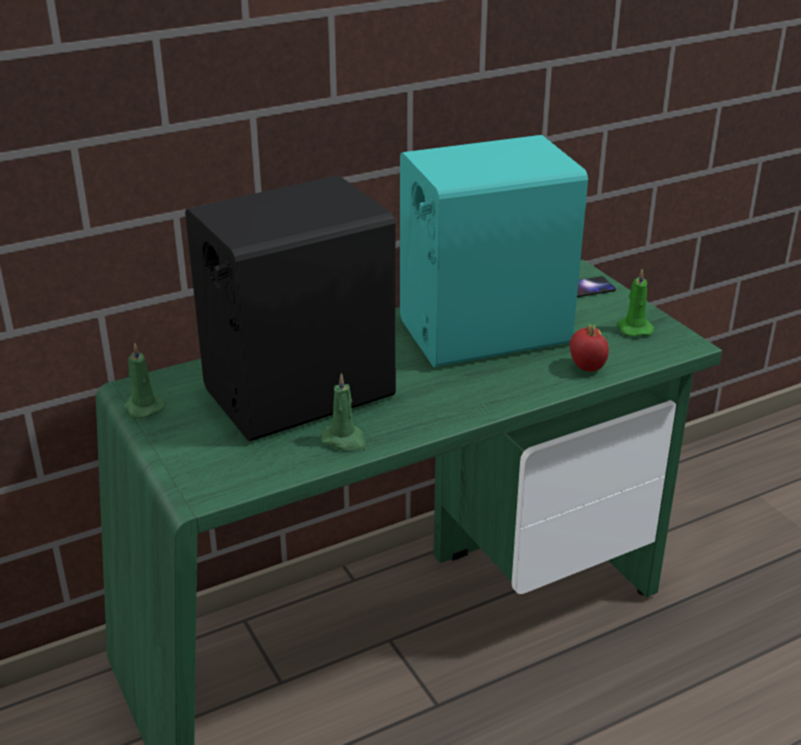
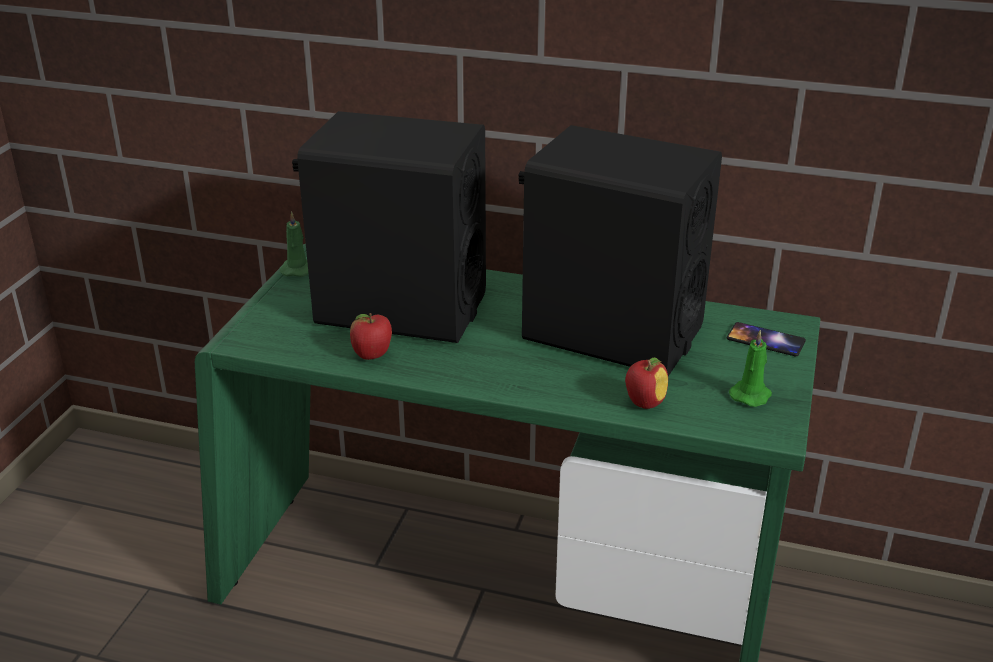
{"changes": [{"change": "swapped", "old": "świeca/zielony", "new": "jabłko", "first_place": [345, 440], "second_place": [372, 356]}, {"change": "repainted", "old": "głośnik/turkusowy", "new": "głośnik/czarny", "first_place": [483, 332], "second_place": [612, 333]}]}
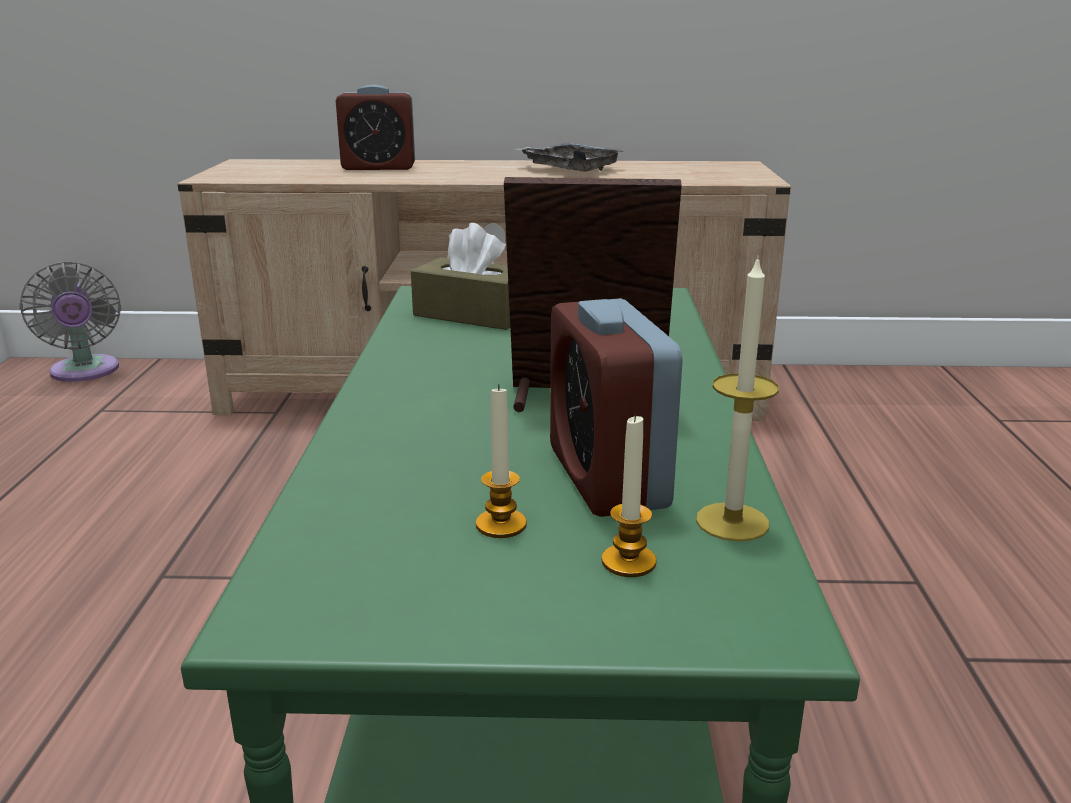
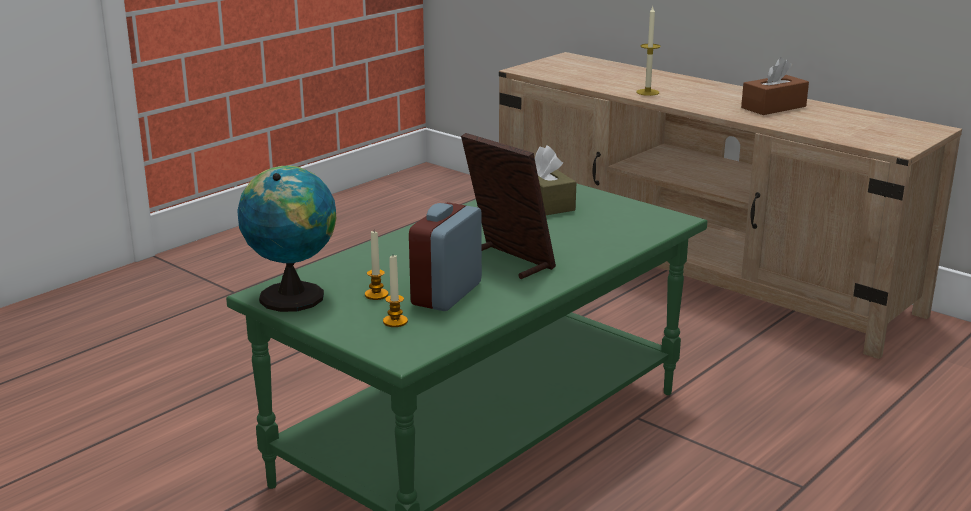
{"changes": [{"change": "new", "new": "globus", "second_place": [293, 295]}, {"change": "shifted", "old": "świeca", "first_place": [732, 522], "second_place": [647, 92]}, {"change": "swapped", "old": "taca/szary", "new": "pudełko chusteczek/brązowy", "first_place": [570, 169], "second_place": [773, 107]}, {"change": "gone", "old": "wentylator/szary", "first_place": [85, 372]}, {"change": "gone", "old": "budzik", "first_place": [378, 167]}]}
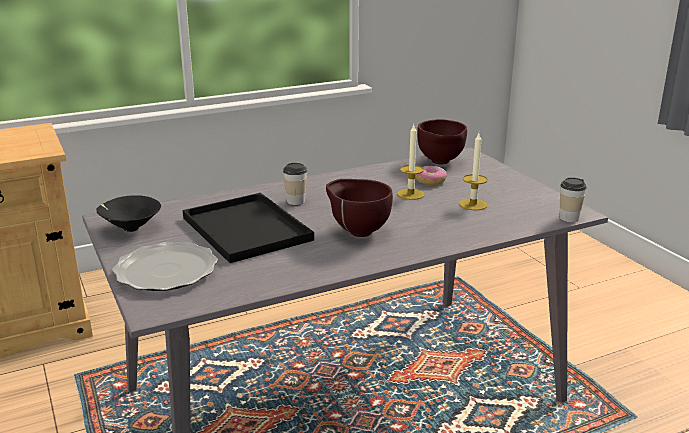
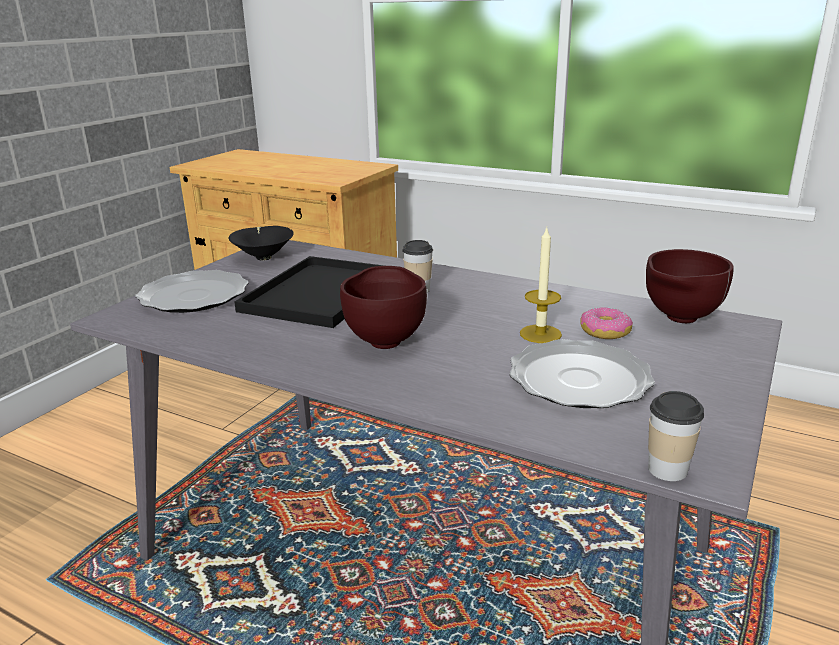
{"changes": [{"change": "swapped", "old": "świeca", "new": "talerz", "first_place": [473, 204], "second_place": [579, 380]}]}
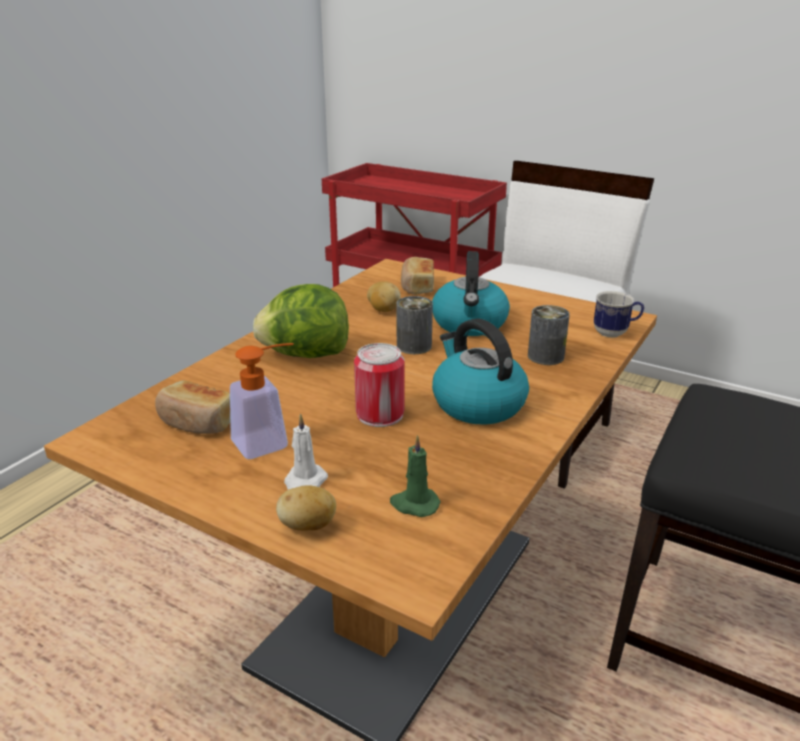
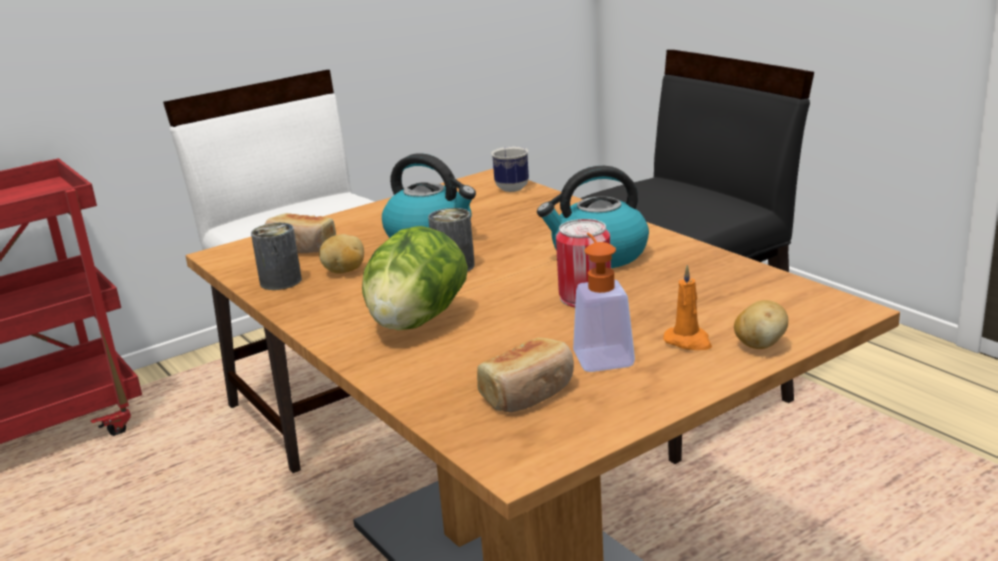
{"changes": [{"change": "shifted", "old": "puszka", "first_place": [545, 356], "second_place": [281, 281]}, {"change": "repainted", "old": "świeca/biały", "new": "świeca/pomarańczowy", "first_place": [304, 482], "second_place": [688, 341]}, {"change": "gone", "old": "świeca/zielony", "first_place": [414, 504]}]}
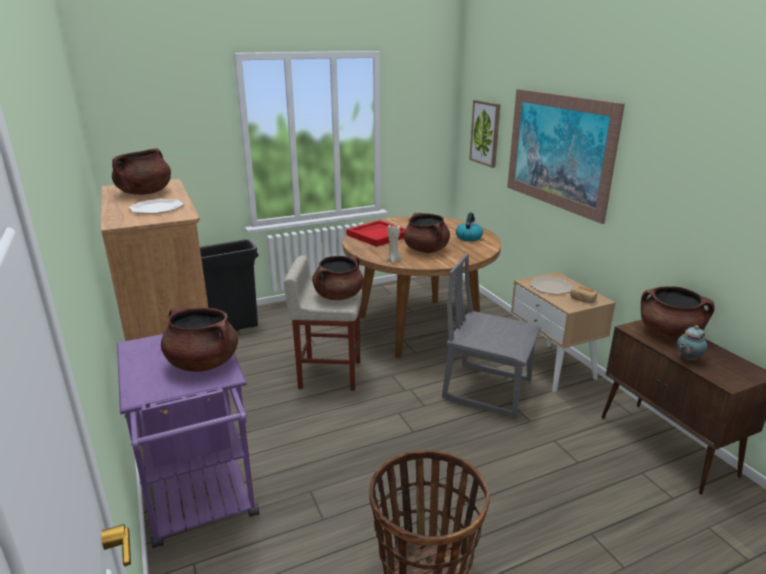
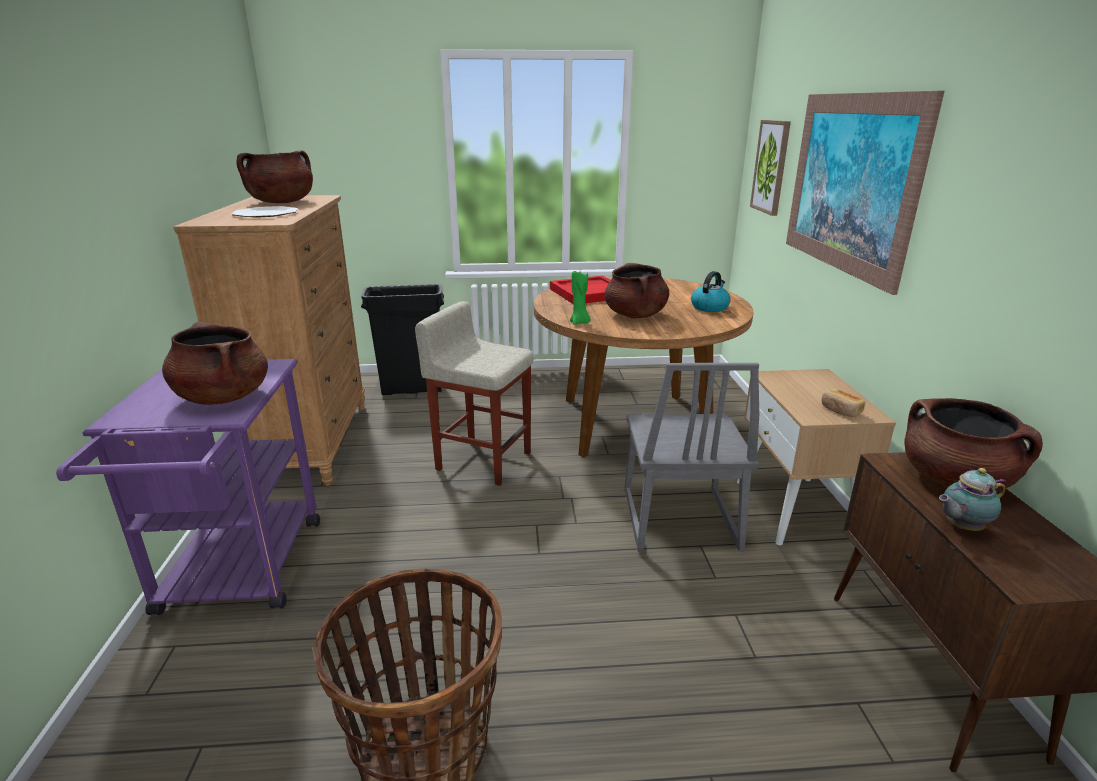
{"changes": [{"change": "repainted", "old": "świeca/beżowy", "new": "świeca/zielony", "first_place": [394, 261], "second_place": [579, 323]}, {"change": "rotated", "old": "krzesło/szary", "first_place": [487, 389], "second_place": [678, 520], "degrees": -135}, {"change": "gone", "old": "garnek/brązowy", "first_place": [338, 296]}, {"change": "gone", "old": "talerz", "first_place": [551, 287]}]}
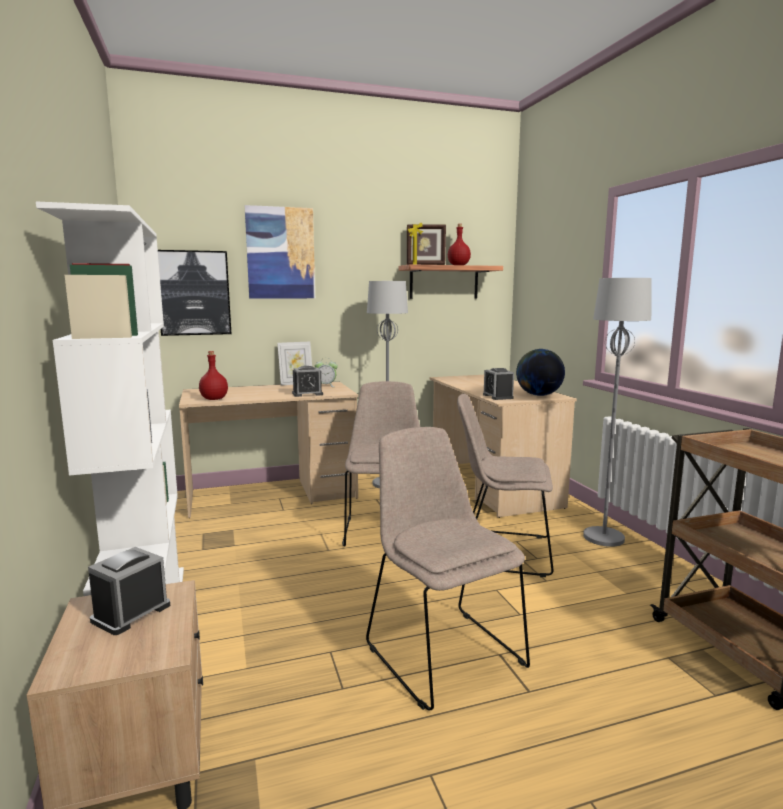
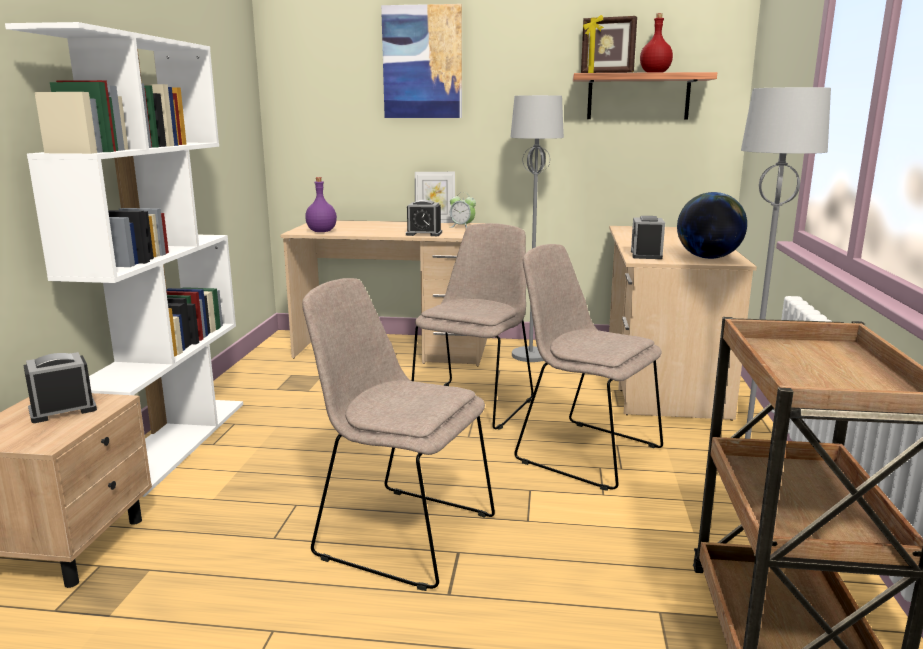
{"changes": [{"change": "rotated", "old": "krzesło/beżowy", "first_place": [442, 652], "second_place": [400, 533], "degrees": -60}, {"change": "repainted", "old": "butelka/czerwony", "new": "butelka/fioletowy", "first_place": [213, 399], "second_place": [321, 231]}, {"change": "gone", "old": "obraz", "first_place": [194, 293]}]}
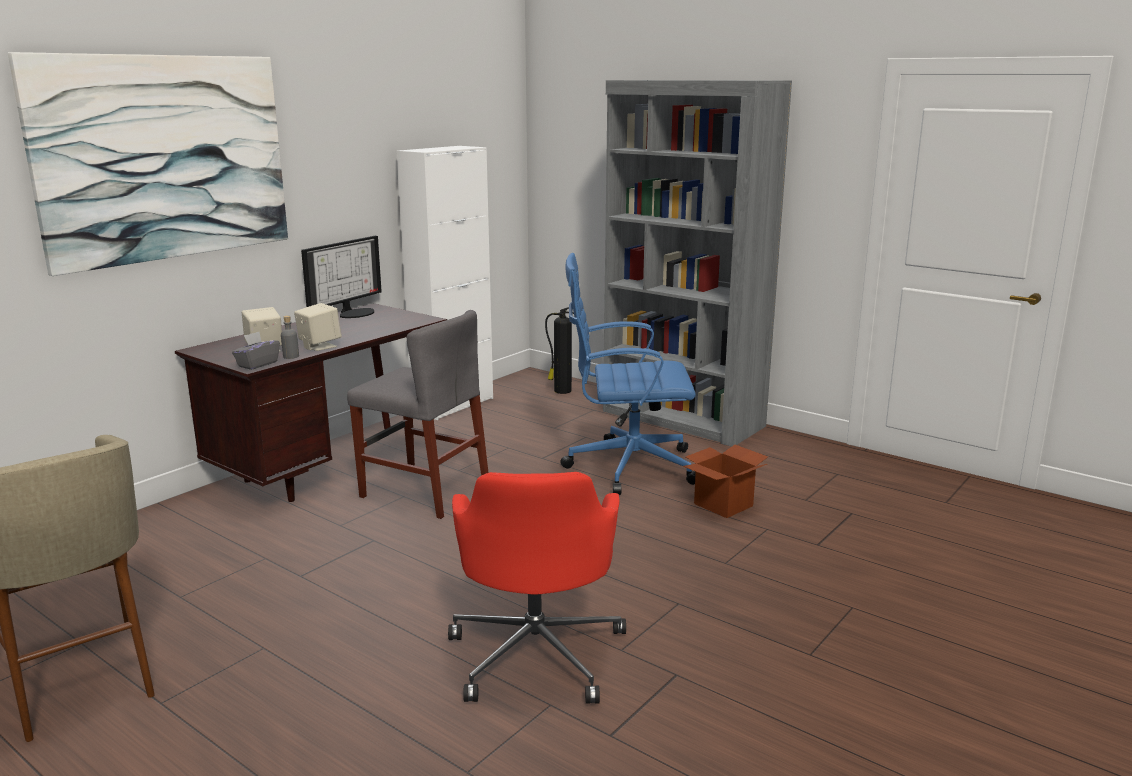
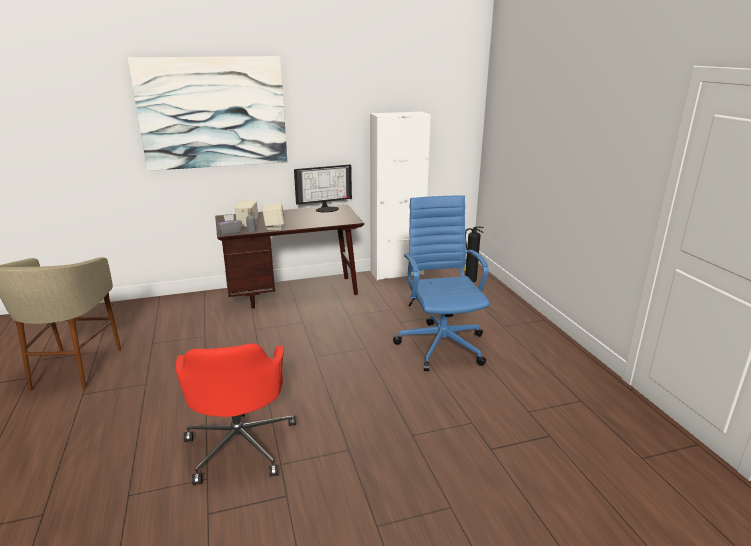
{"changes": [{"change": "rotated", "old": "krzesło biurowe/czerwony", "first_place": [537, 652], "second_place": [241, 444], "degrees": -45}, {"change": "rotated", "old": "krzesło biurowe/niebieski", "first_place": [627, 466], "second_place": [441, 344], "degrees": 45}, {"change": "gone", "old": "krzesło/szary", "first_place": [424, 491]}, {"change": "gone", "old": "regał/szary", "first_place": [682, 419]}, {"change": "gone", "old": "karton", "first_place": [723, 505]}]}
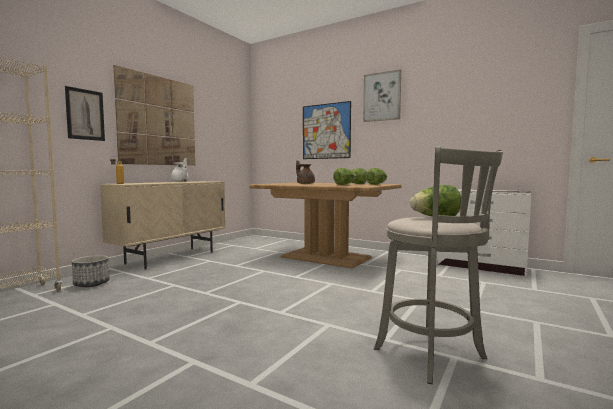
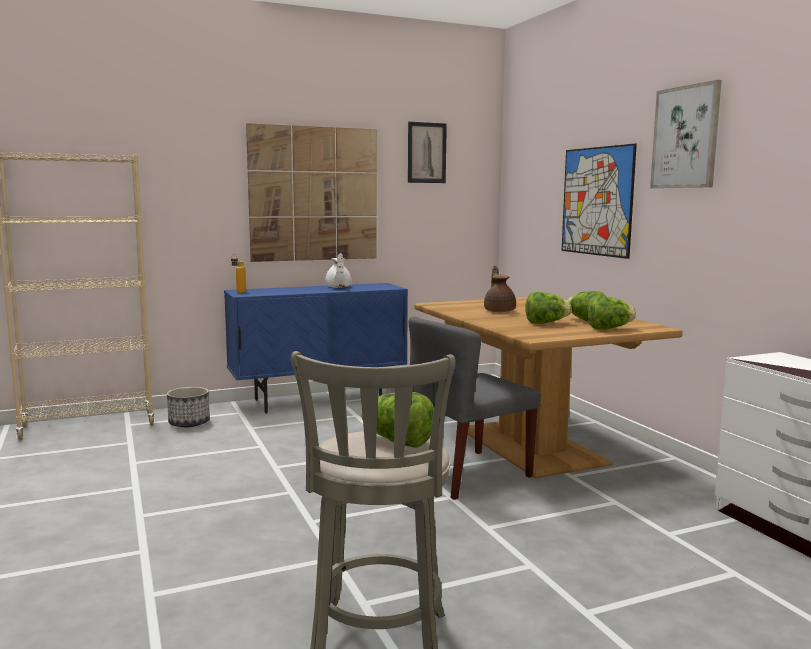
{"changes": [{"change": "repainted", "old": "szafka/beżowy", "new": "szafka/niebieski", "first_place": [171, 258], "second_place": [319, 400]}, {"change": "shifted", "old": "obraz", "first_place": [85, 114], "second_place": [426, 153]}, {"change": "new", "new": "krzesło/szary", "second_place": [466, 474]}]}
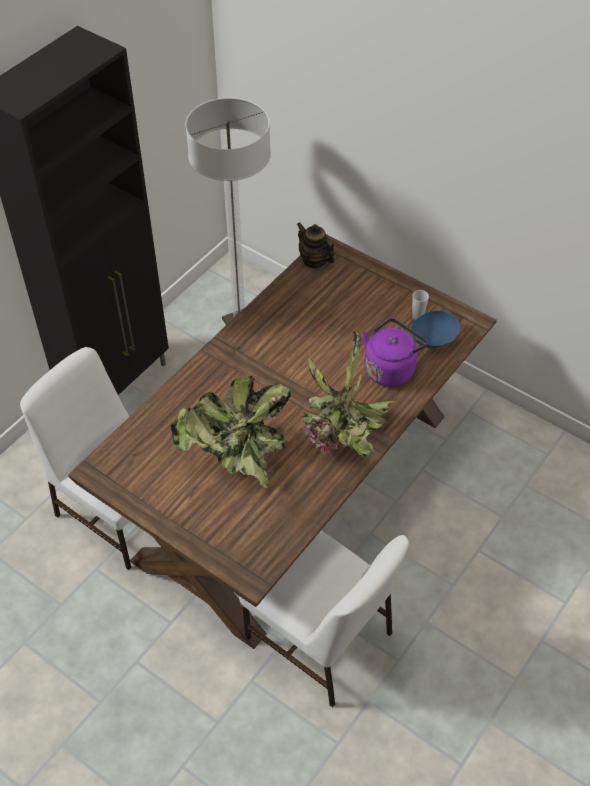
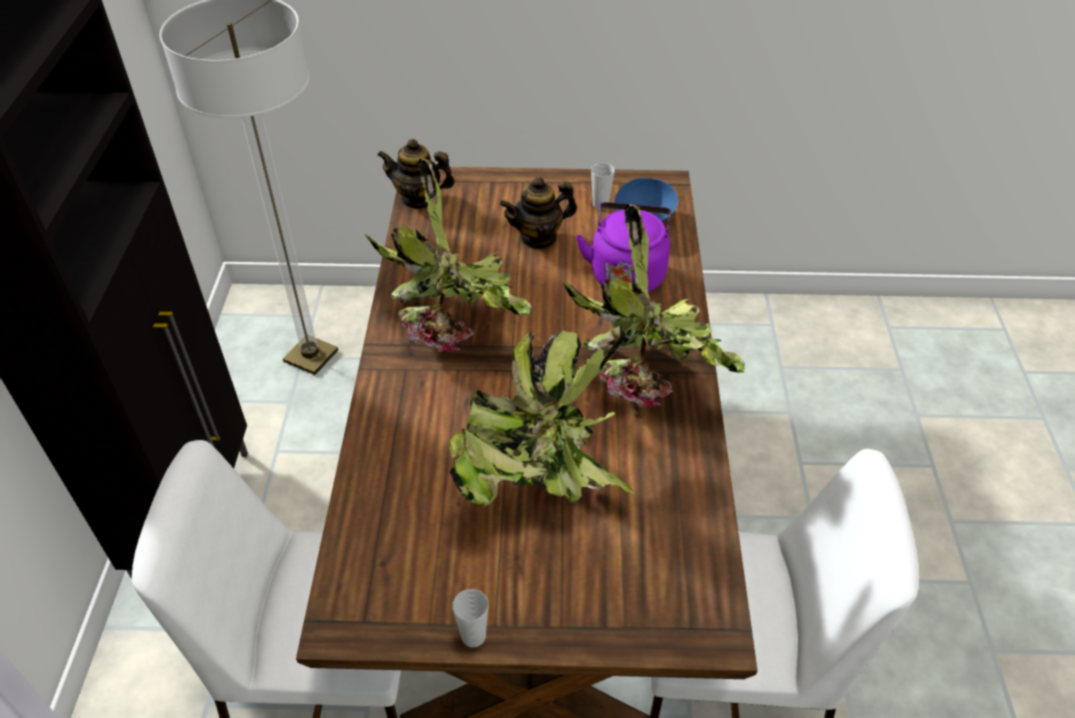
{"changes": [{"change": "new", "new": "roślina doniczkowa", "second_place": [459, 327]}, {"change": "new", "new": "filiżanka", "second_place": [473, 636]}, {"change": "new", "new": "imbryk", "second_place": [538, 237]}]}
